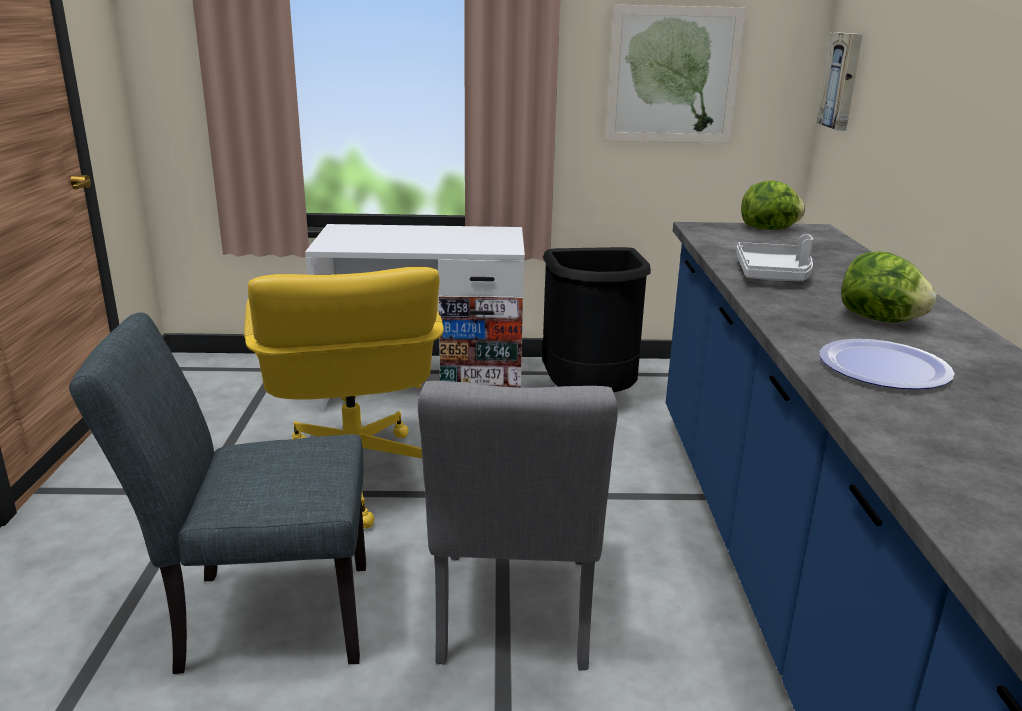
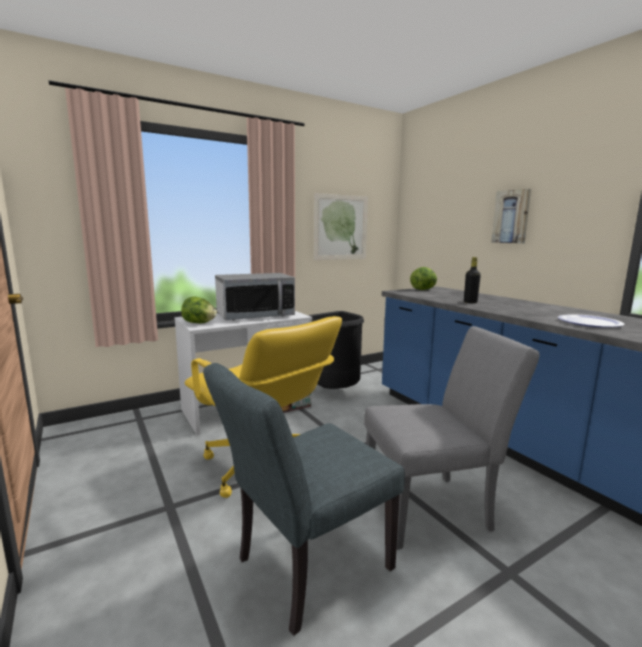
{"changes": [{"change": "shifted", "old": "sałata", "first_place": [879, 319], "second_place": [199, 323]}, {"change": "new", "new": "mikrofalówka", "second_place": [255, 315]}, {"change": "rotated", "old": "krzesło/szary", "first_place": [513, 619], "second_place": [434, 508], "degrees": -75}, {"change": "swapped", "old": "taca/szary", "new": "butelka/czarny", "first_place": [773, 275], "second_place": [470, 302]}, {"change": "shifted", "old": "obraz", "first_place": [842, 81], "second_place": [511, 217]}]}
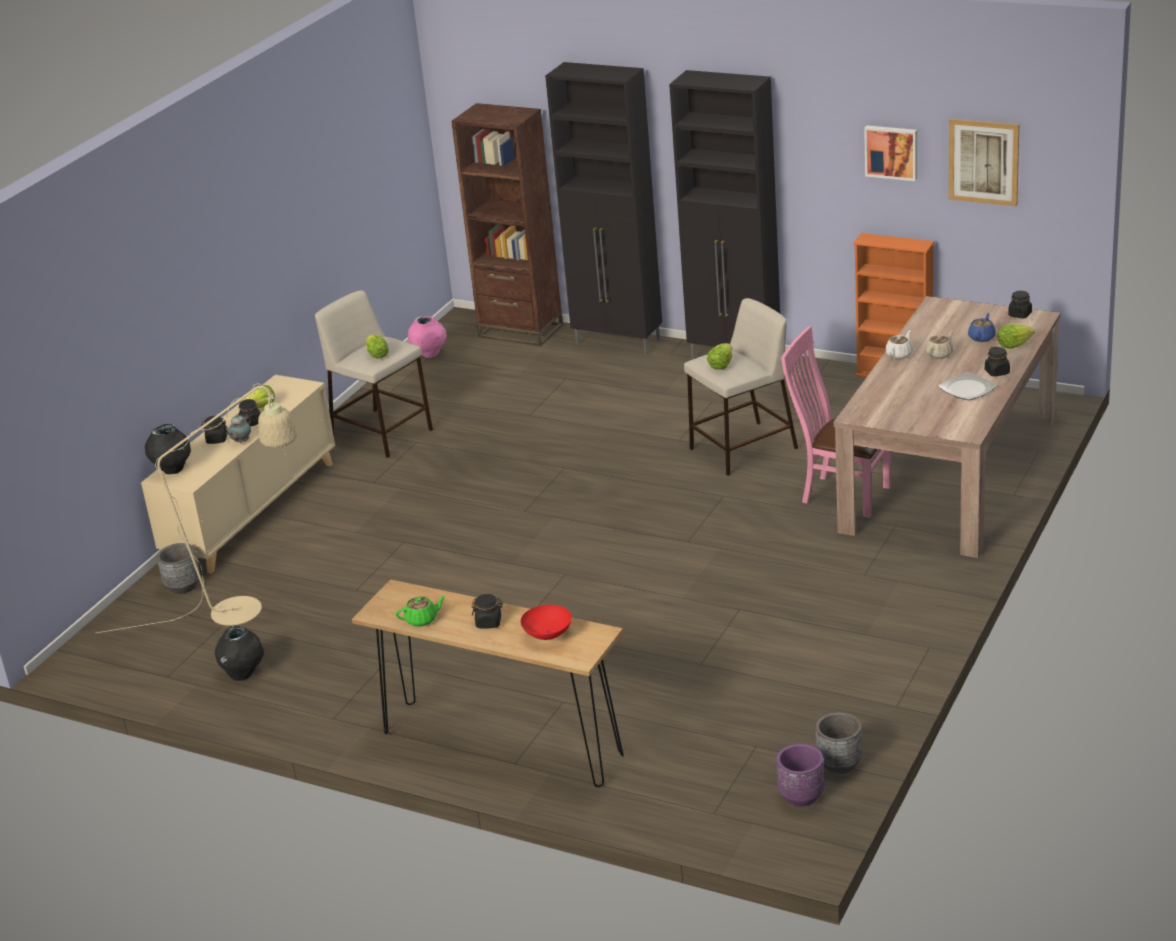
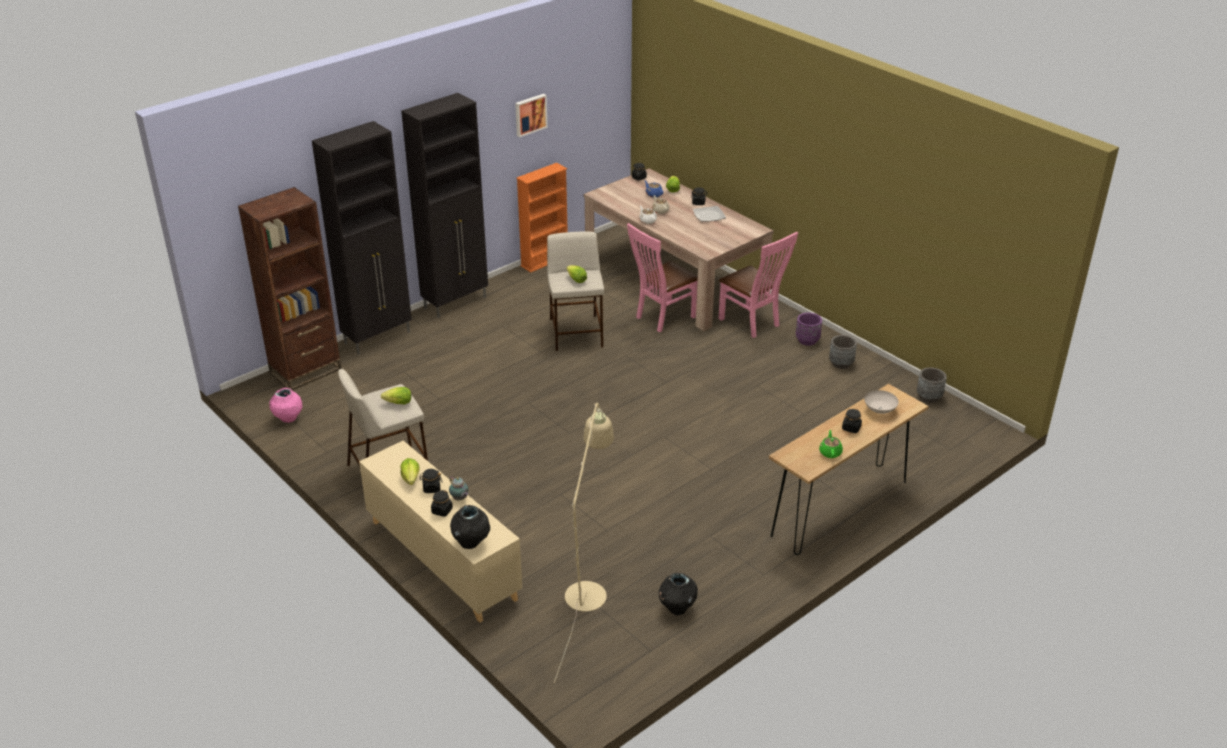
{"changes": [{"change": "new", "new": "krzesło/różowy", "second_place": [752, 323]}, {"change": "shifted", "old": "donica/fioletowy", "first_place": [801, 796], "second_place": [807, 341]}, {"change": "shifted", "old": "donica/szary", "first_place": [183, 586], "second_place": [841, 364]}, {"change": "repainted", "old": "miska/czerwony", "new": "miska/biały", "first_place": [548, 634], "second_place": [879, 410]}, {"change": "gone", "old": "obraz", "first_place": [983, 162]}]}
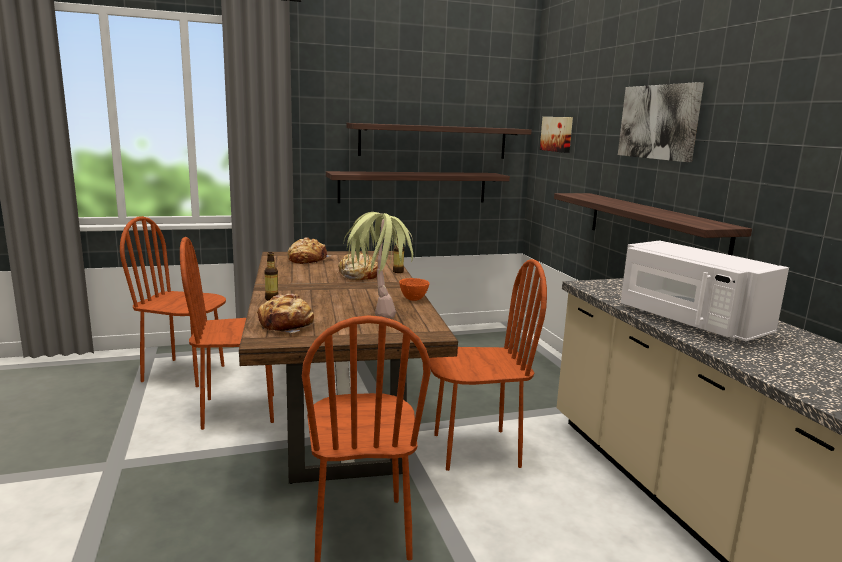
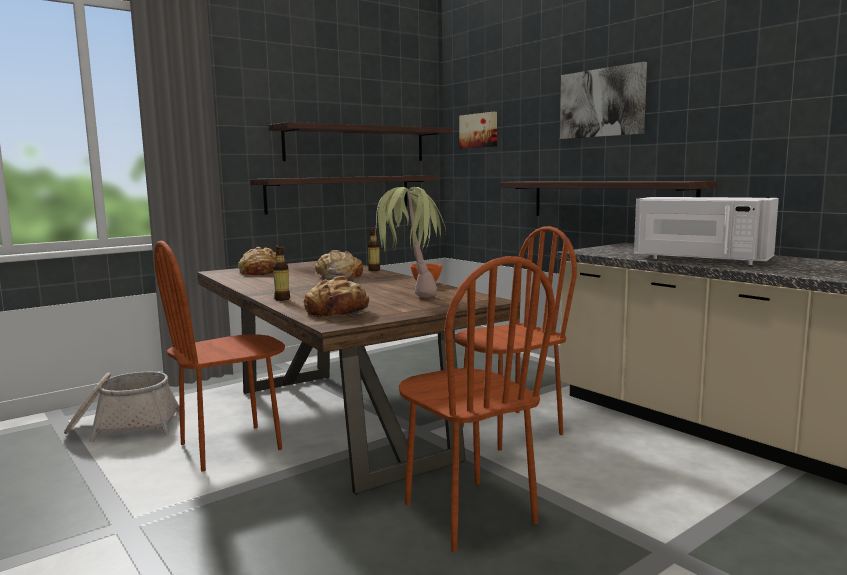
{"changes": [{"change": "swapped", "old": "krzesło/brązowy", "new": "koszyk", "first_place": [184, 373], "second_place": [124, 426]}]}
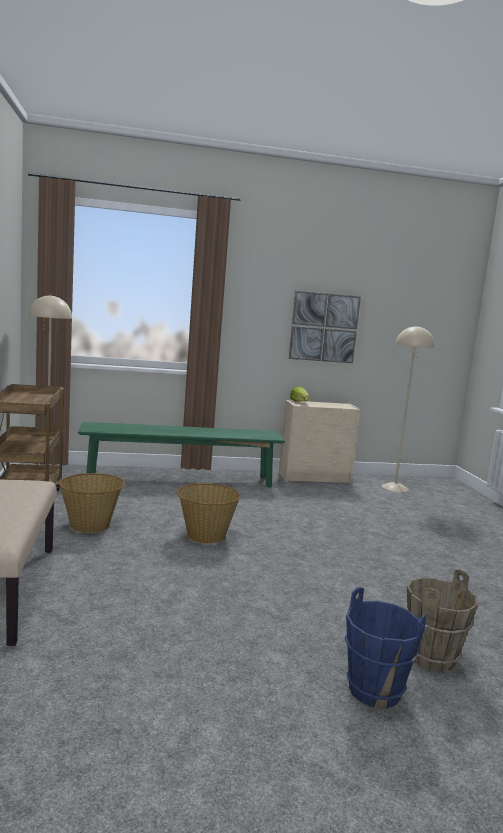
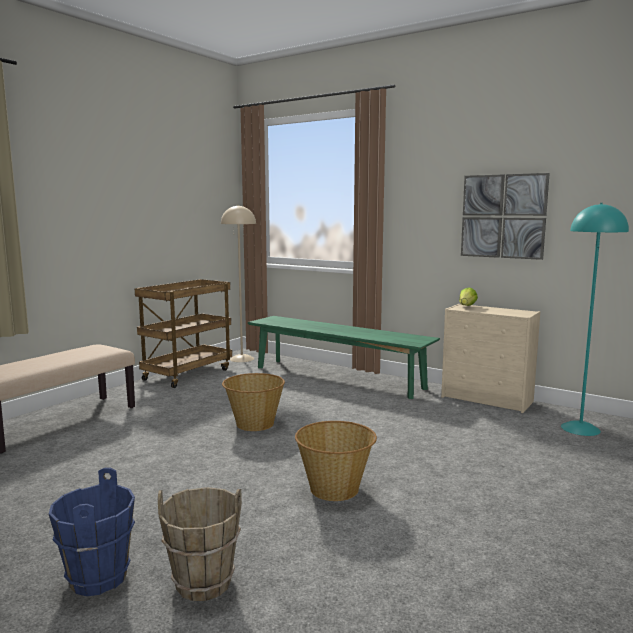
{"changes": [{"change": "shifted", "old": "koszyk", "first_place": [91, 525], "second_place": [335, 489]}, {"change": "repainted", "old": "lampa stojąca/beżowy", "new": "lampa stojąca/turkusowy", "first_place": [395, 488], "second_place": [580, 428]}]}
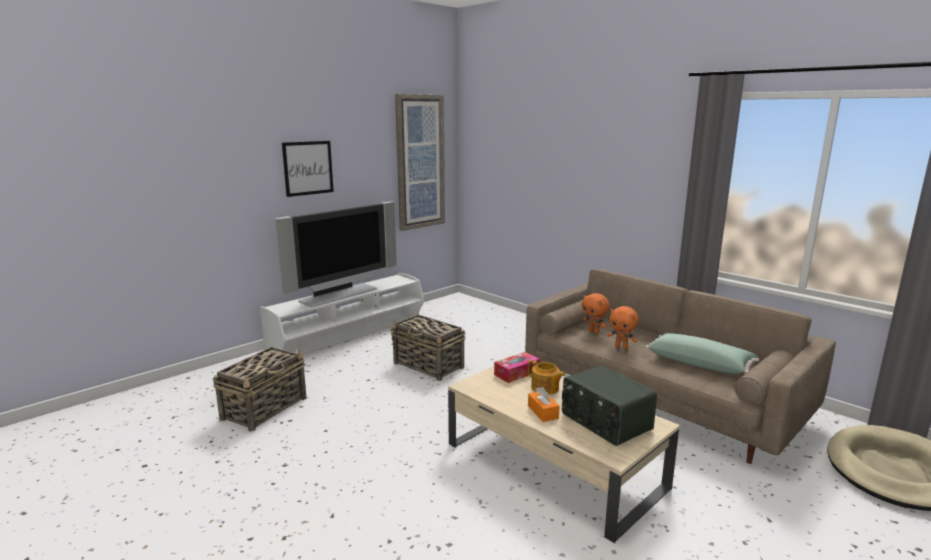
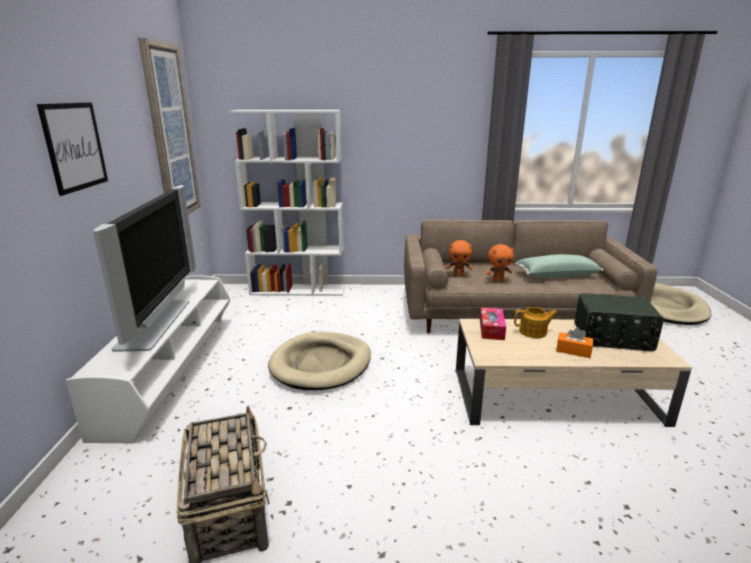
{"changes": [{"change": "new", "new": "regał/biały", "second_place": [298, 290]}, {"change": "swapped", "old": "koszyk", "new": "legowisko/beżowy", "first_place": [429, 365], "second_place": [321, 364]}]}
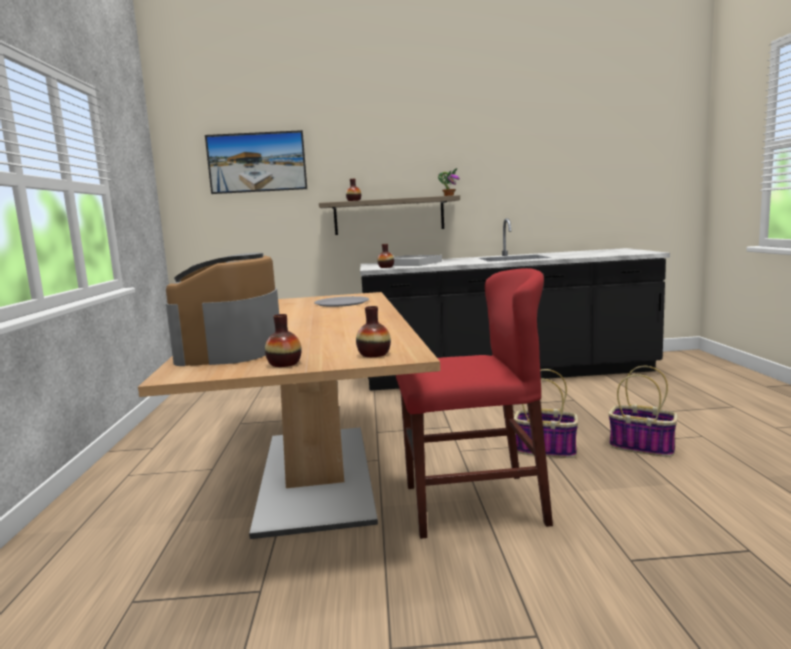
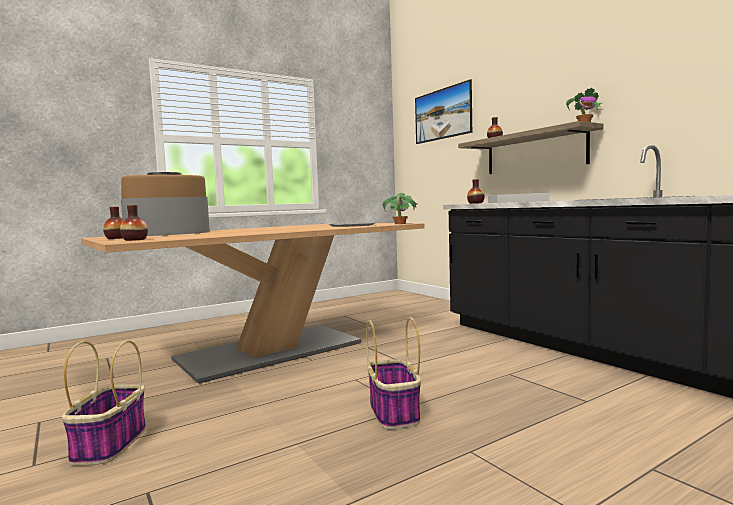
{"changes": [{"change": "shifted", "old": "koszyk", "first_place": [643, 447], "second_place": [110, 445]}, {"change": "new", "new": "roślina doniczkowa", "second_place": [399, 224]}, {"change": "gone", "old": "krzesło/czerwony", "first_place": [473, 504]}]}
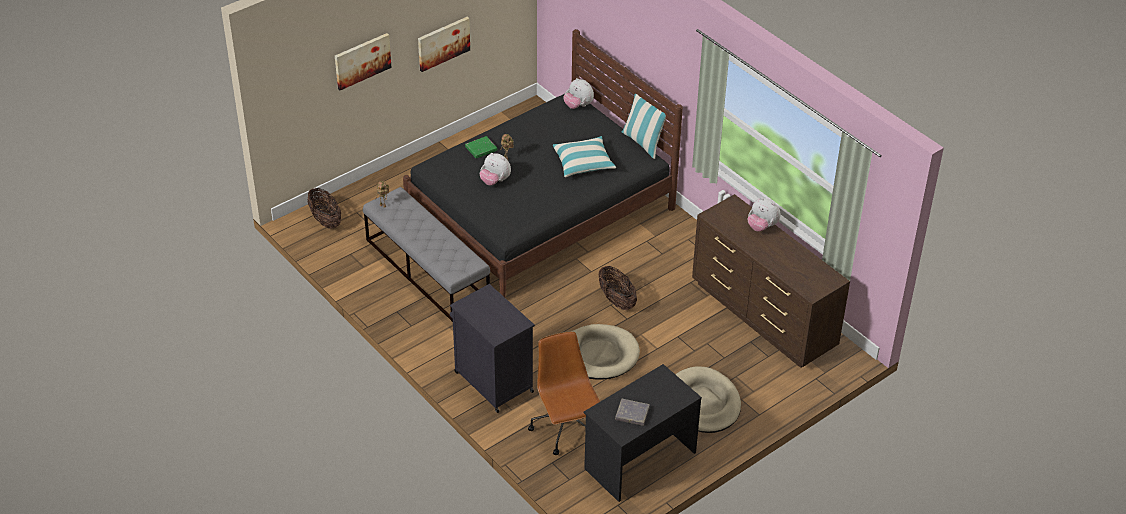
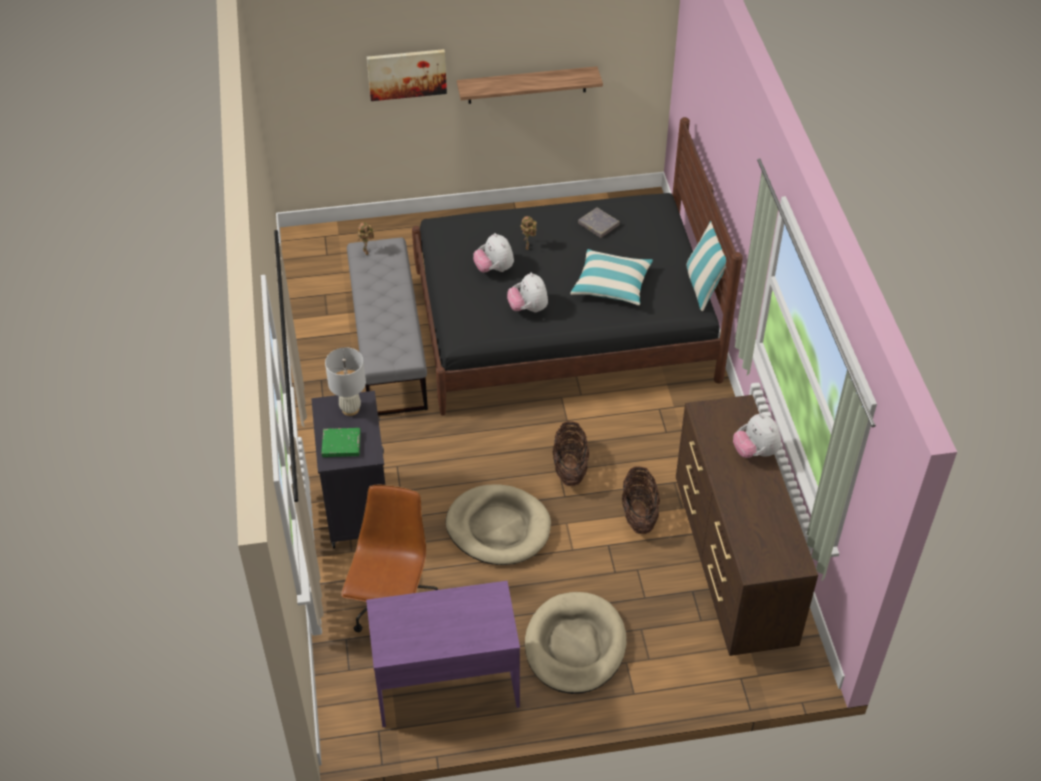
{"changes": [{"change": "shifted", "old": "książka/zielony", "first_place": [481, 149], "second_place": [341, 444]}, {"change": "new", "new": "lampa stołowa/biały", "second_place": [350, 409]}, {"change": "repainted", "old": "biurko/czarny", "new": "biurko/fioletowy", "first_place": [639, 460], "second_place": [446, 684]}, {"change": "swapped", "old": "obraz", "new": "półka", "first_place": [443, 43], "second_place": [527, 85]}, {"change": "shifted", "old": "pluszak", "first_place": [578, 105], "second_place": [528, 308]}, {"change": "shifted", "old": "książka/szary", "first_place": [632, 414], "second_place": [598, 224]}, {"change": "shifted", "old": "koszyk", "first_place": [325, 220], "second_place": [639, 514]}]}
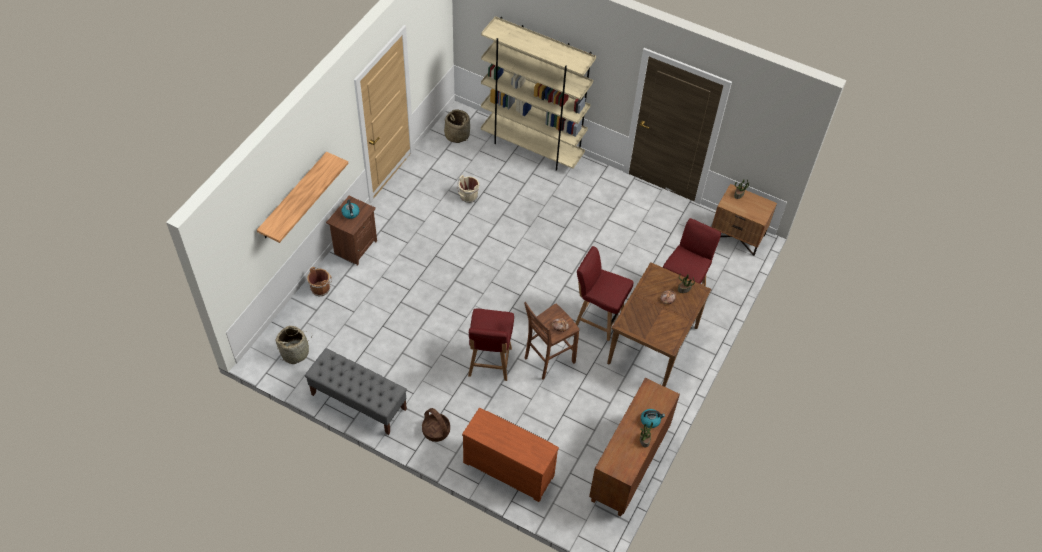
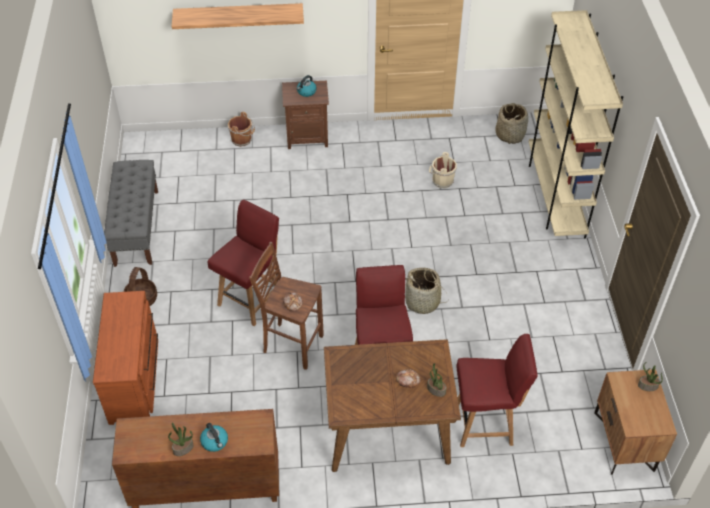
{"changes": [{"change": "rotated", "old": "krzesło/czerwony", "first_place": [489, 363], "second_place": [251, 299], "degrees": 150}, {"change": "shifted", "old": "koszyk", "first_place": [295, 352], "second_place": [423, 302]}]}
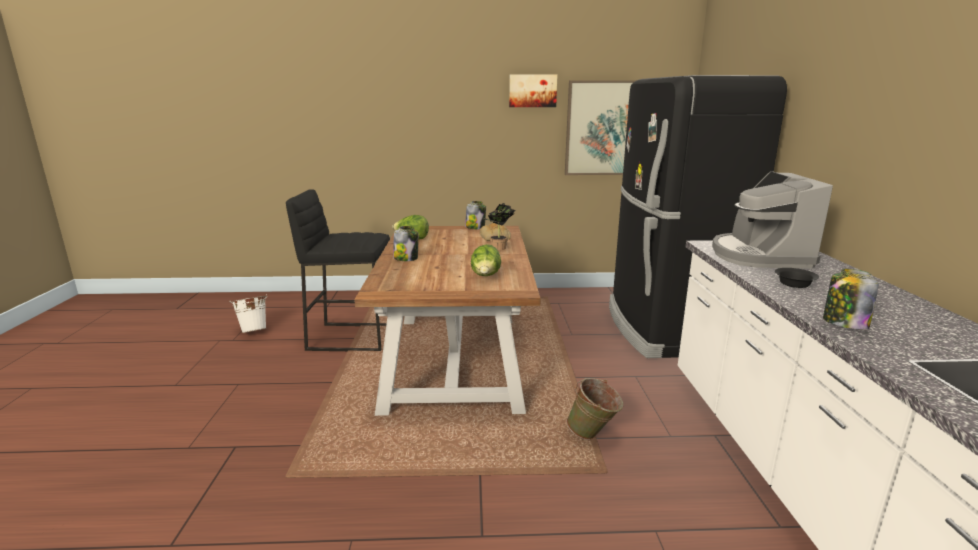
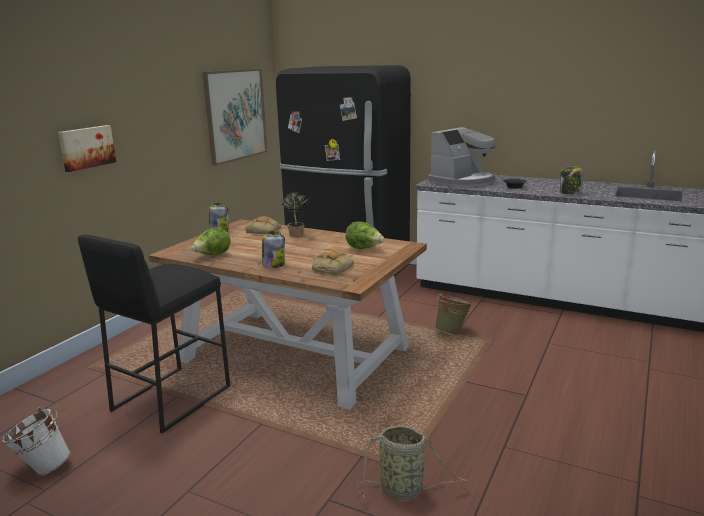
{"changes": [{"change": "shifted", "old": "obraz", "first_place": [532, 91], "second_place": [86, 147]}, {"change": "new", "new": "chleb", "second_place": [332, 268]}, {"change": "new", "new": "koszyk", "second_place": [405, 490]}, {"change": "rotated", "old": "ekspres do kawy", "first_place": [759, 256], "second_place": [463, 181], "degrees": -75}]}
